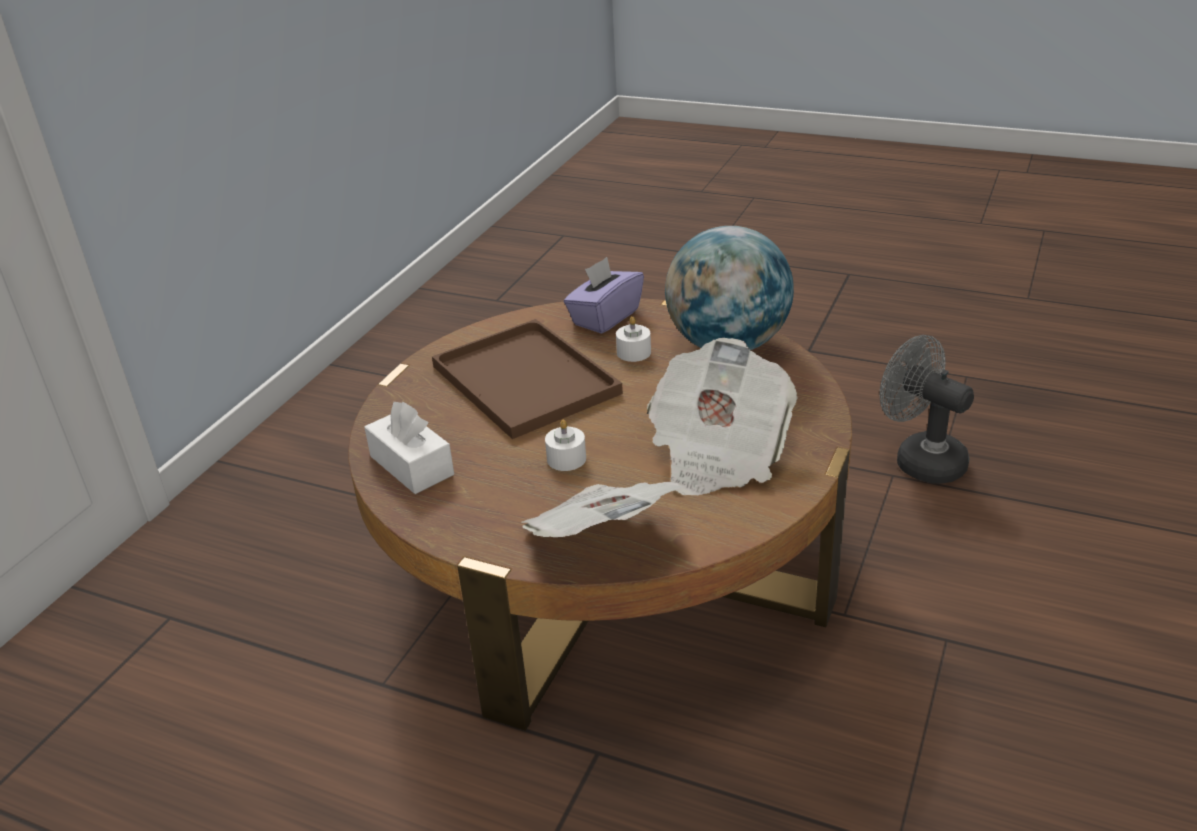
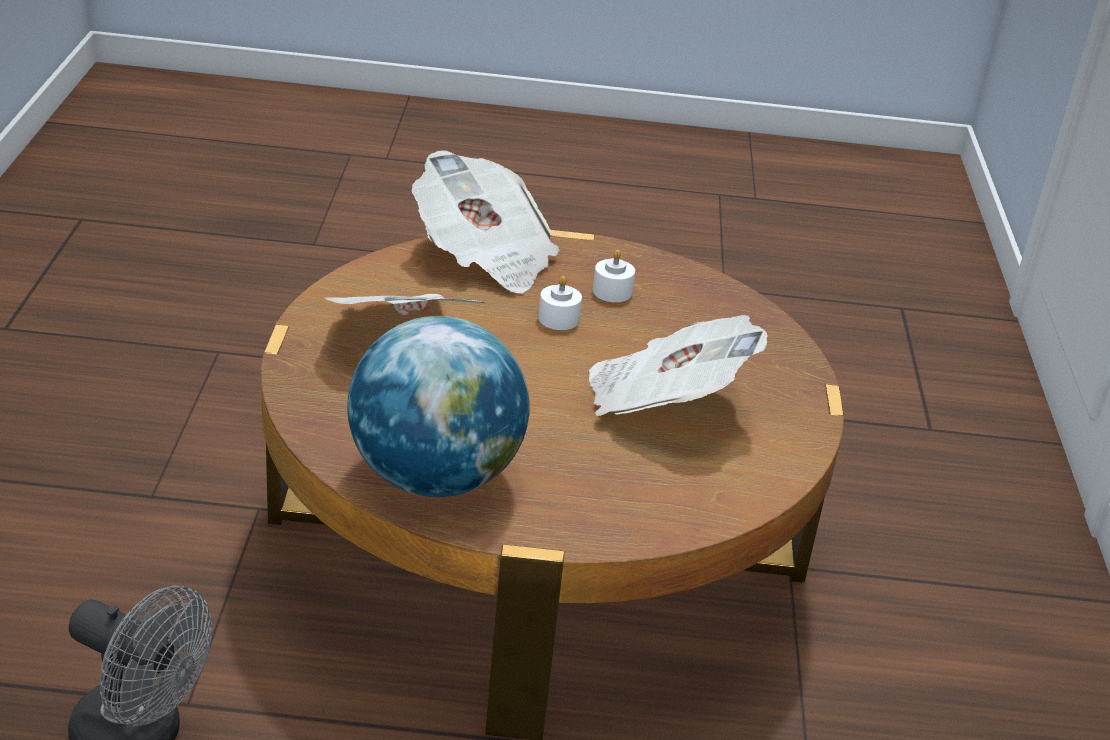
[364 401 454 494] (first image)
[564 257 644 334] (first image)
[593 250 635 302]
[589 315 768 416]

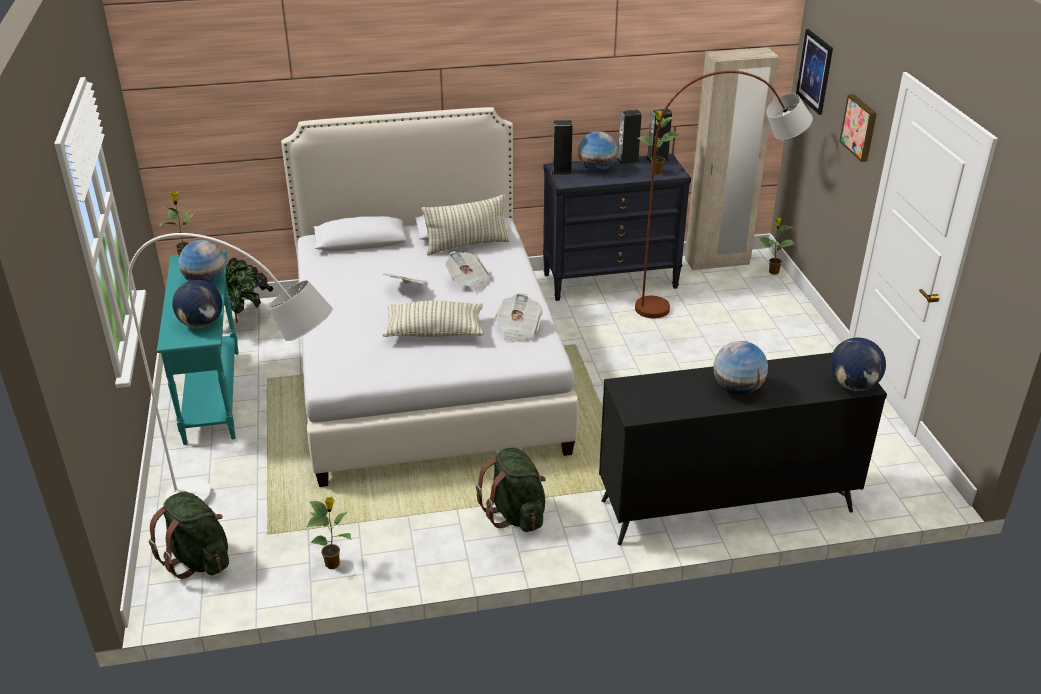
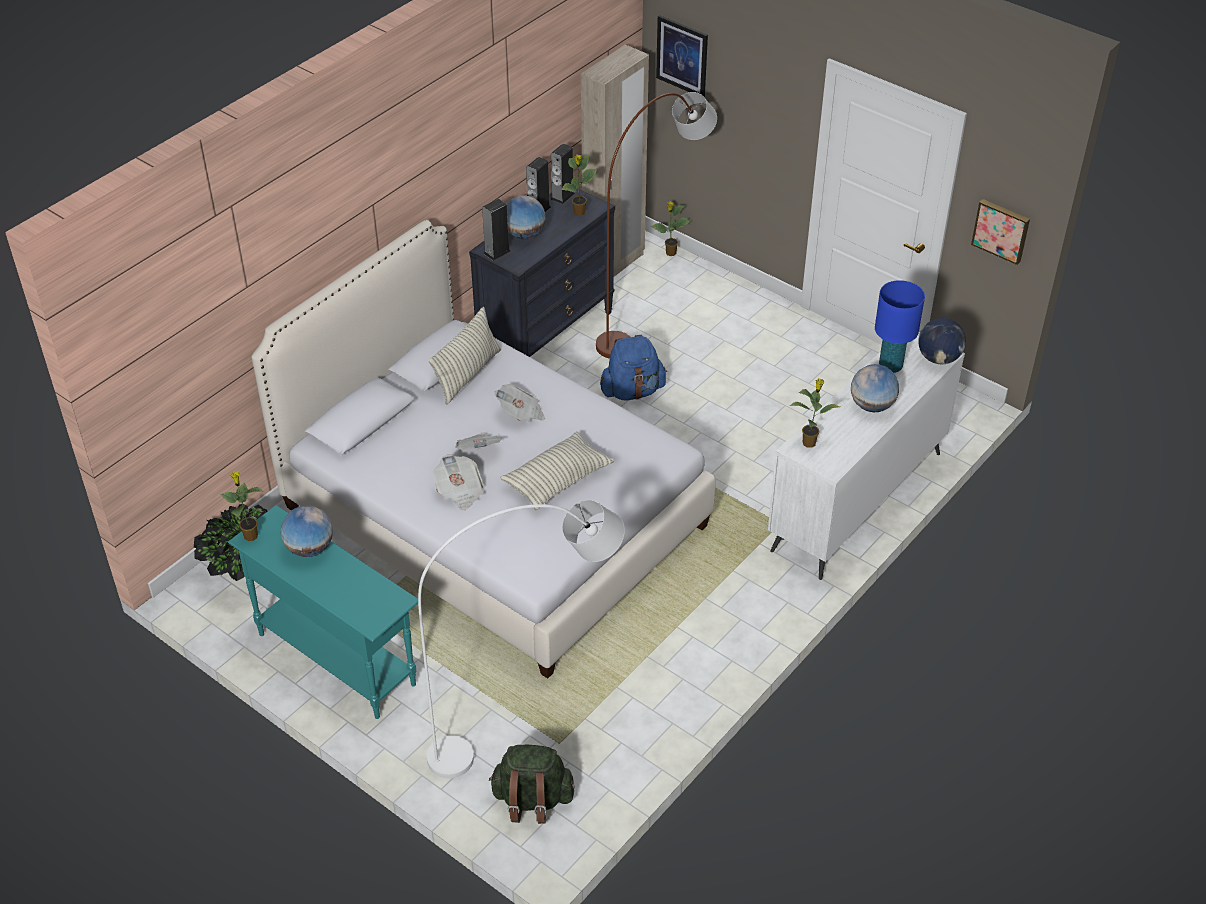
[172 280 222 328] (first image)
[476 447 546 532] (first image)
[600 335 667 400]
[875 280 925 373]
[789 378 840 448]
[433 454 485 510]
[971 199 1030 265]
[768 332 965 580]

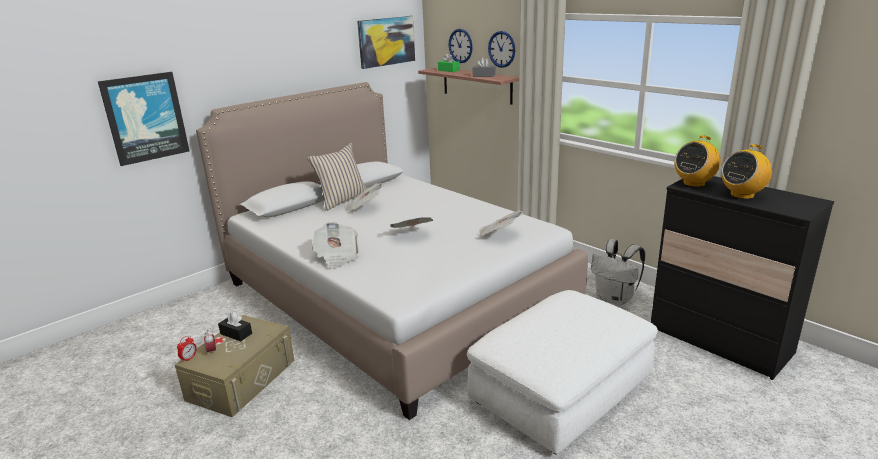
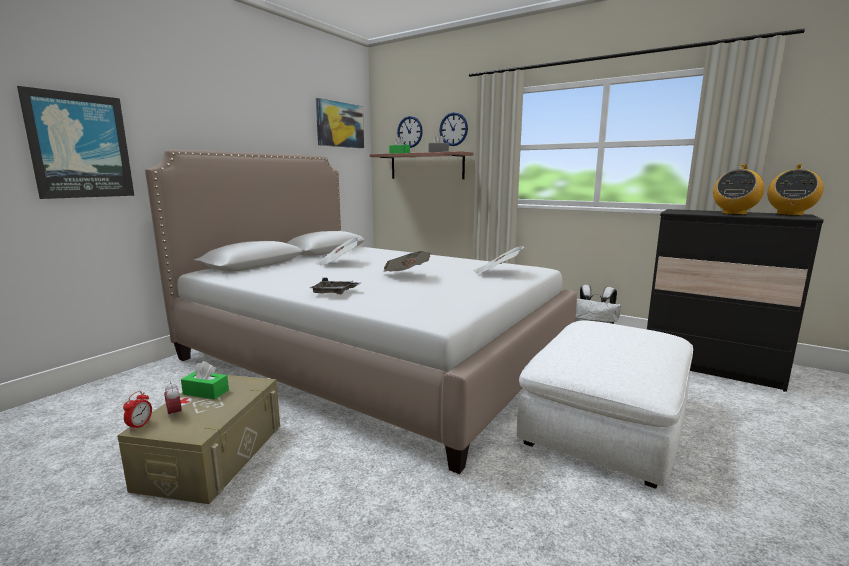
[307 143 367 211] (first image)
[767 164 824 216]
[310 278 362 294]
[181 361 229 400]

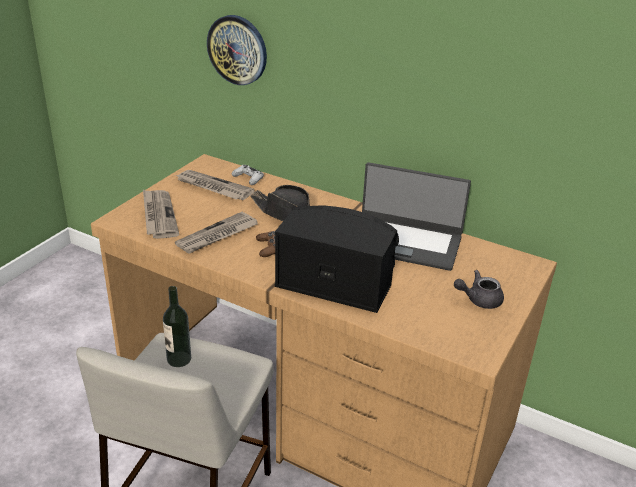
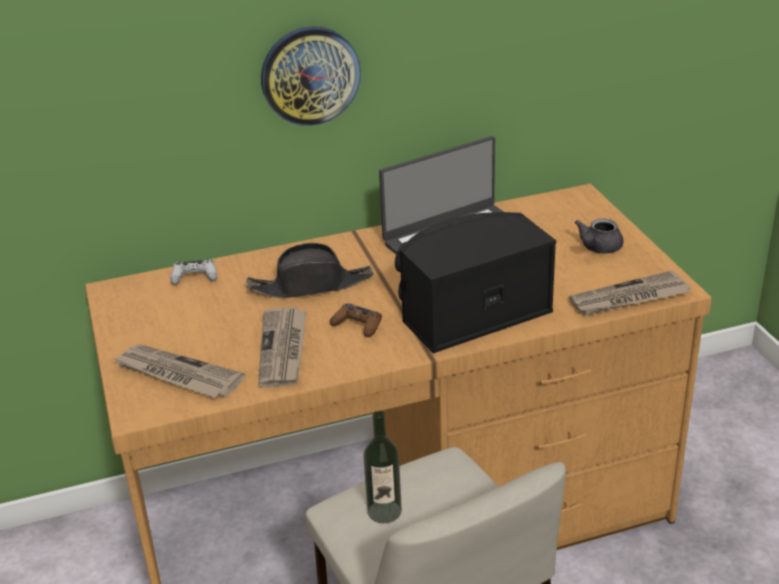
[569 271 691 316]
[261 26 361 126]

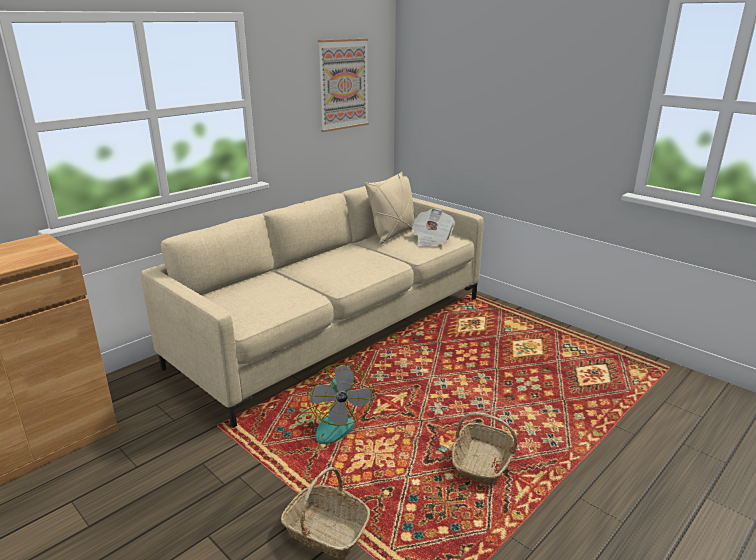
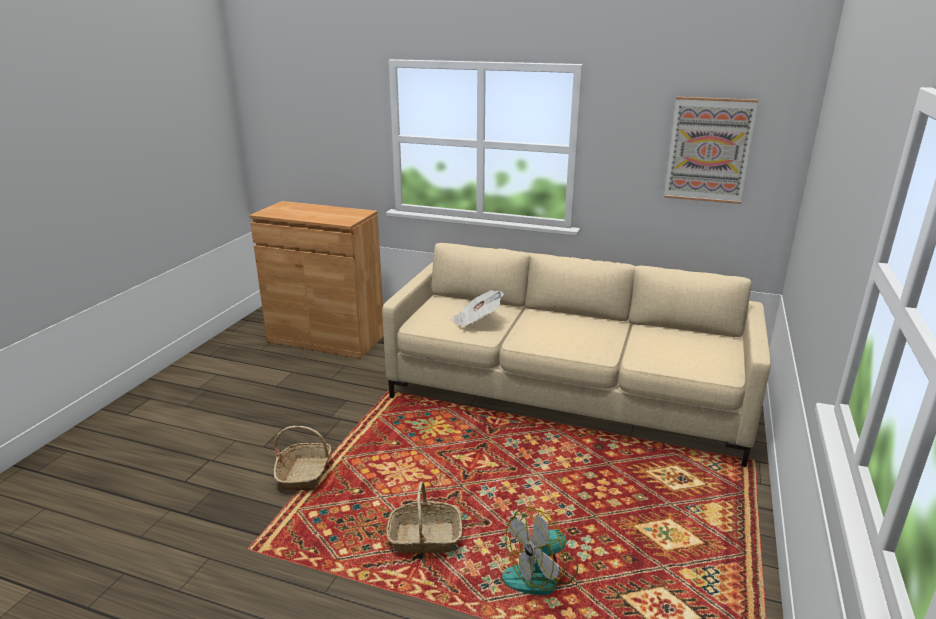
[365 172 415 244] (first image)
[502 507 578 595]
[450 290 504 328]

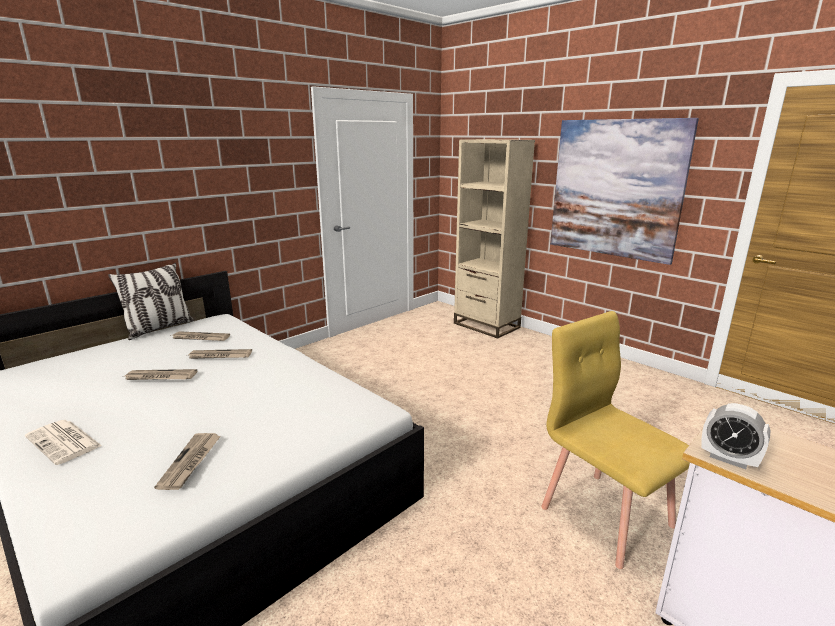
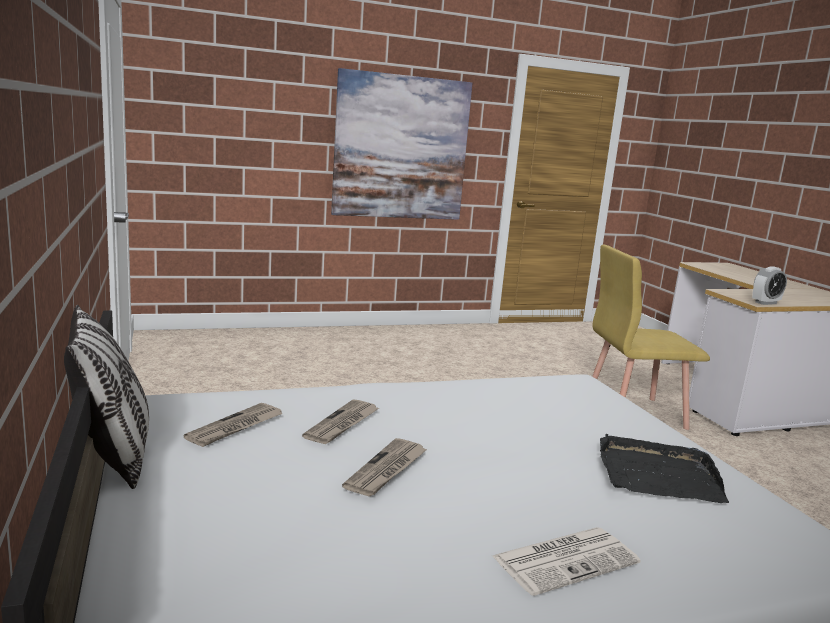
[454 139 535 339] (first image)
[600 434 729 503]

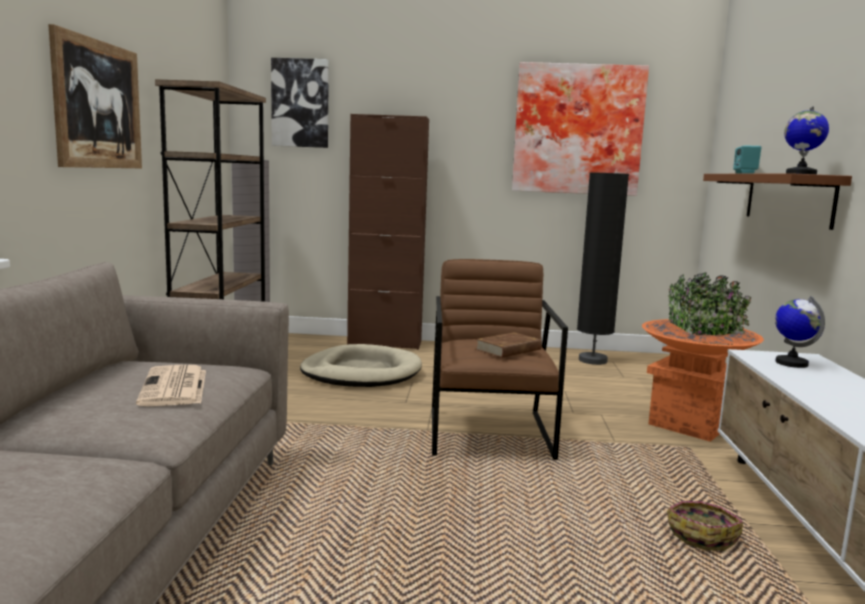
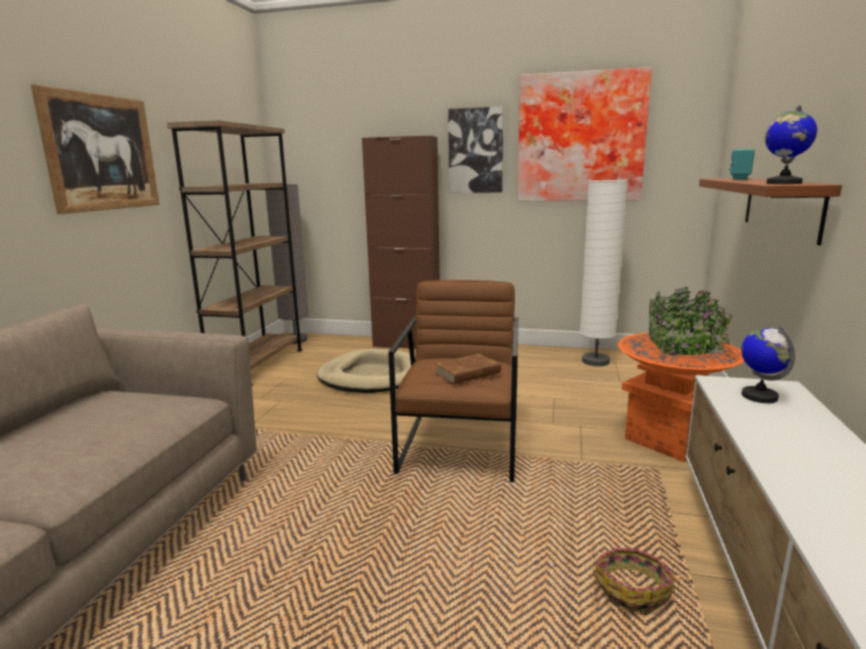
[136 365 206 406] (first image)
[448 106 503 193]
[580 180 628 366]

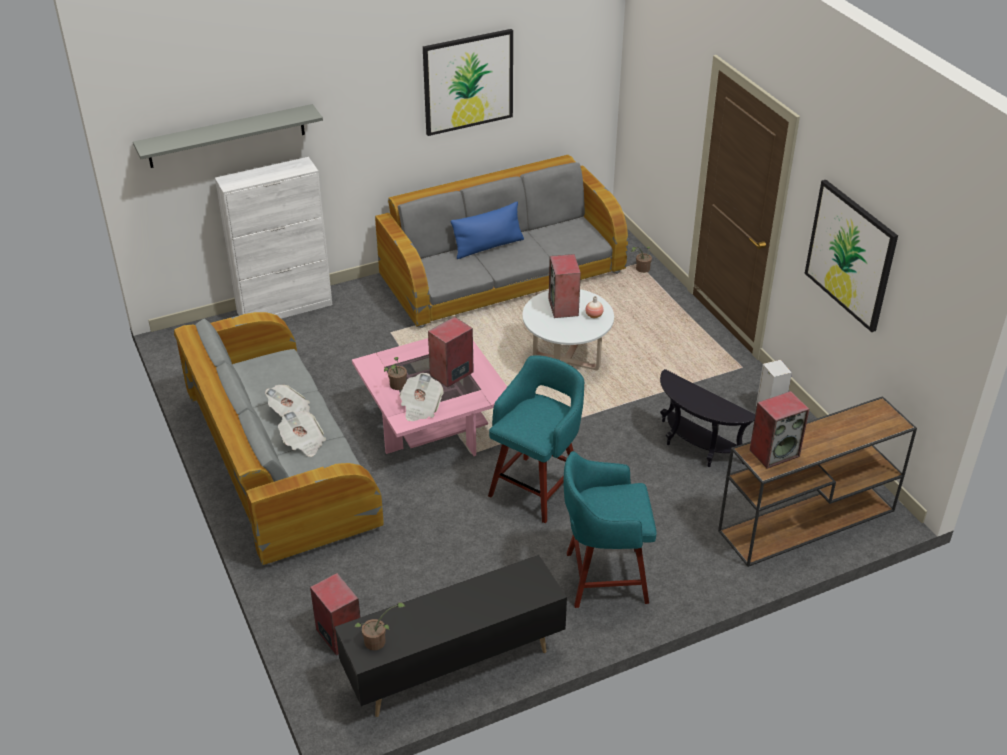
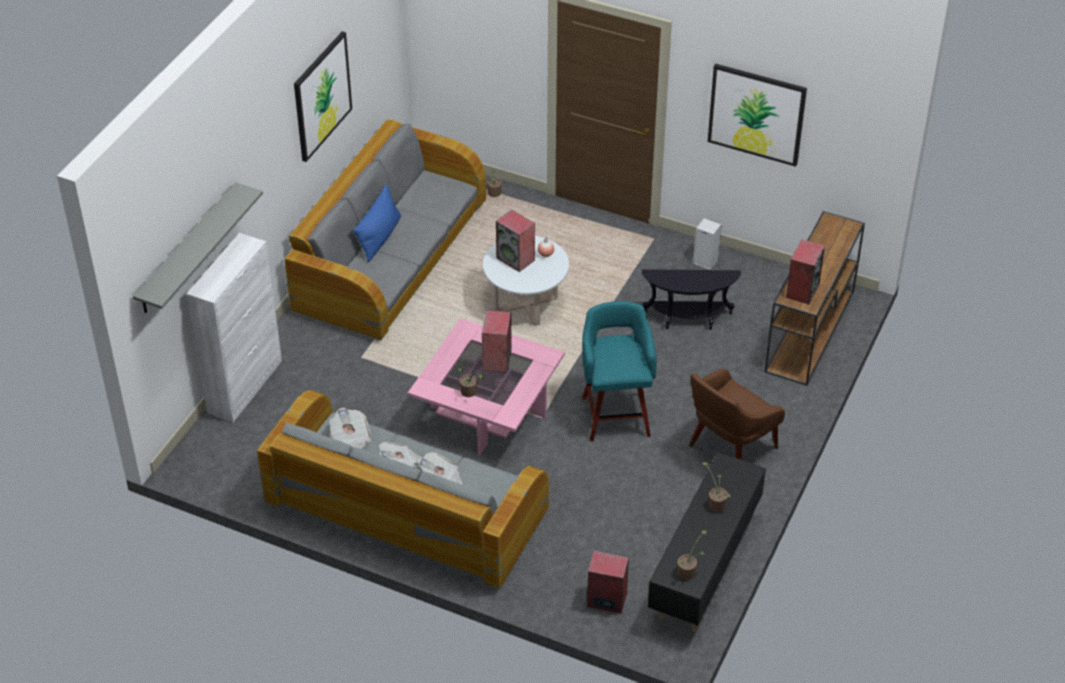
[703 462 731 512]
[329 408 372 449]
[689 369 785 460]

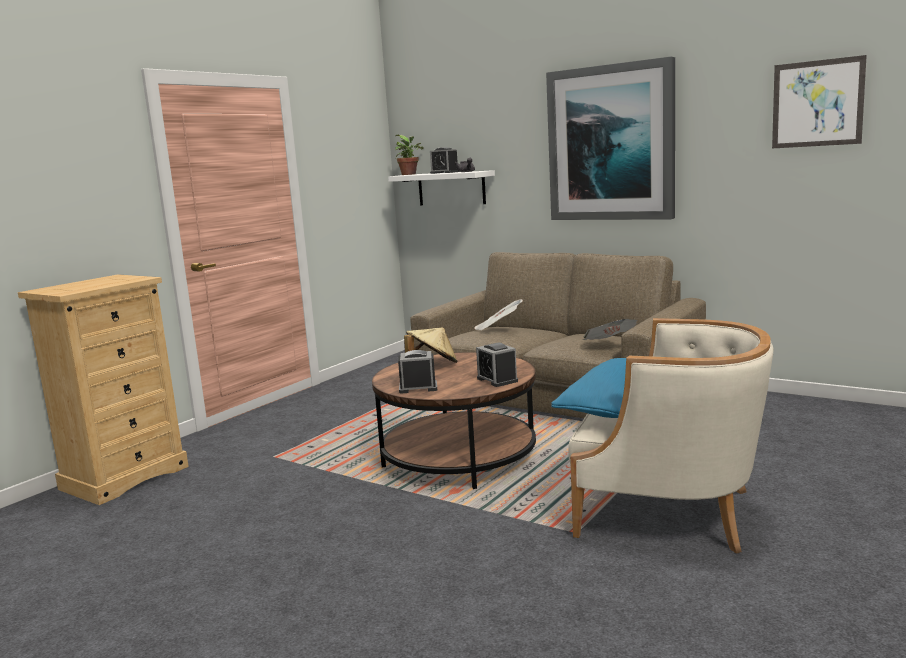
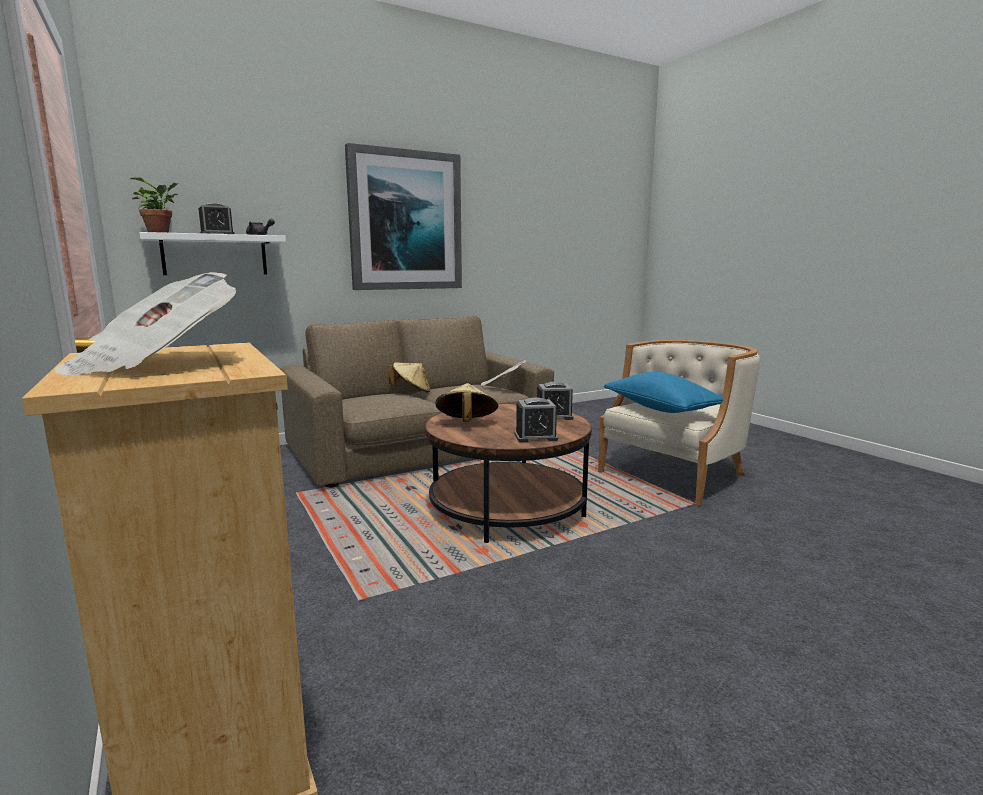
[772 55 867 149] (first image)
[389 362 431 392]
[55 272 236 376]
[515 397 558 442]

